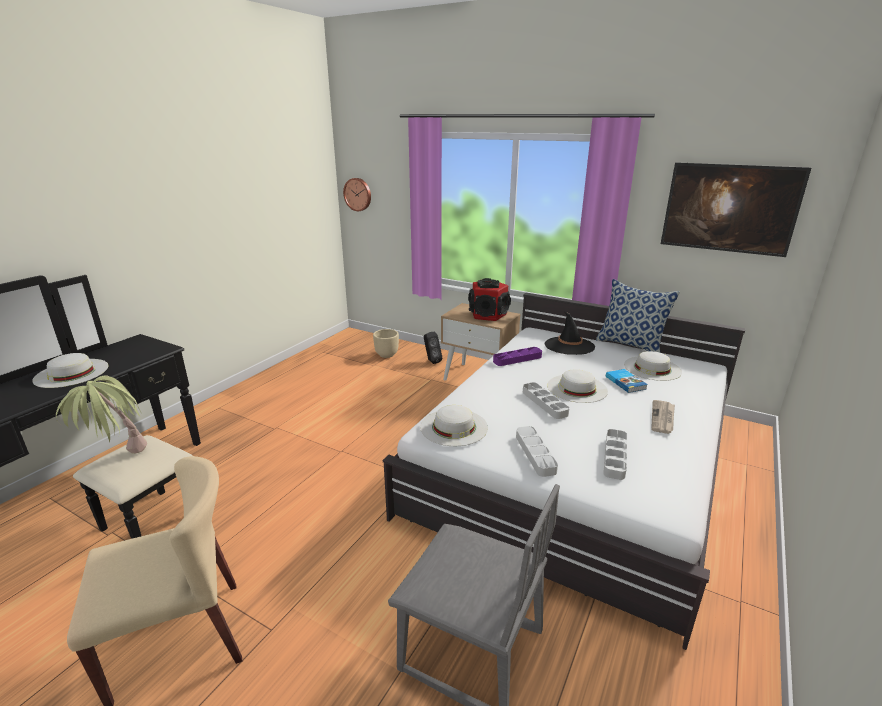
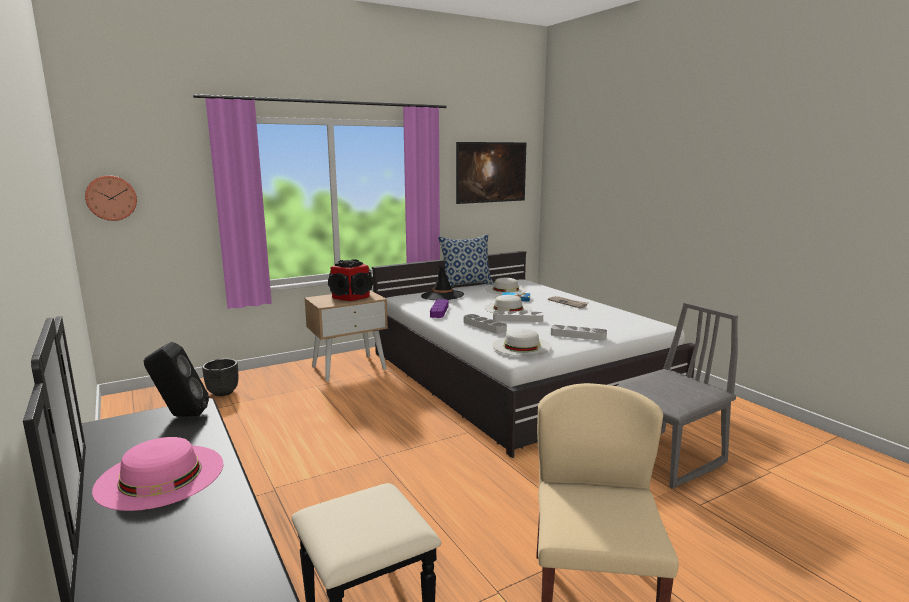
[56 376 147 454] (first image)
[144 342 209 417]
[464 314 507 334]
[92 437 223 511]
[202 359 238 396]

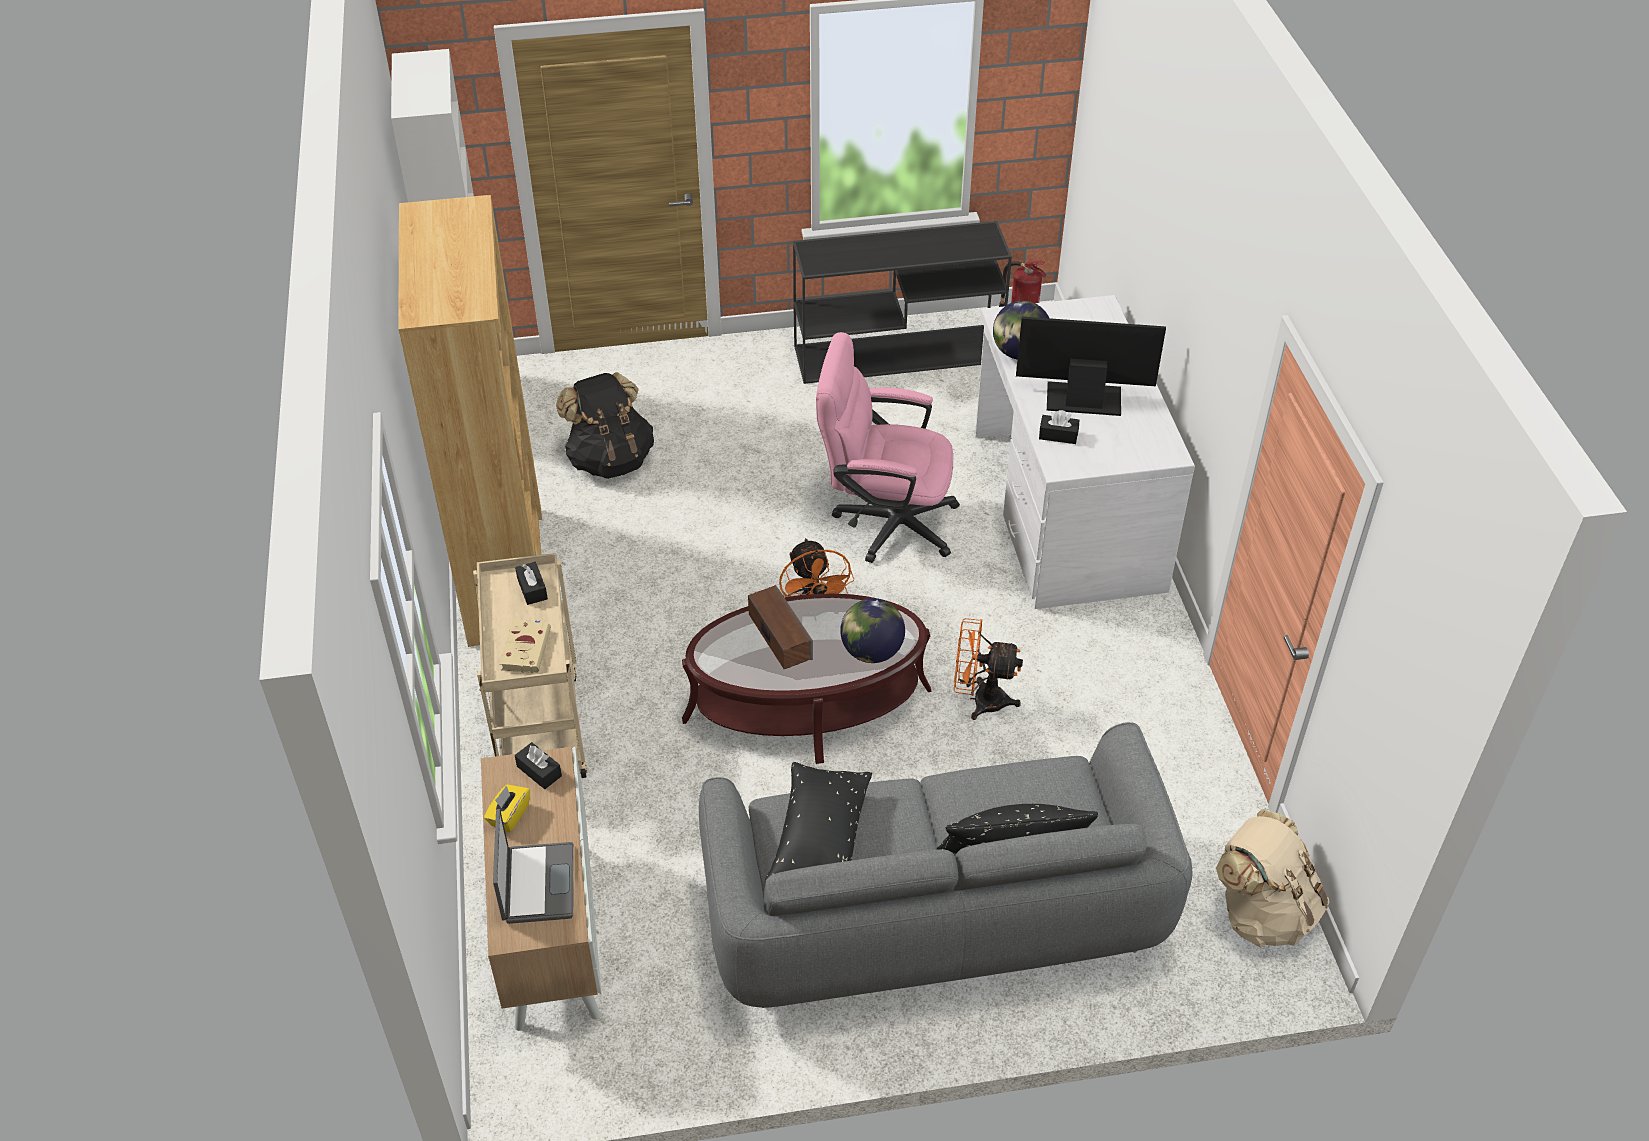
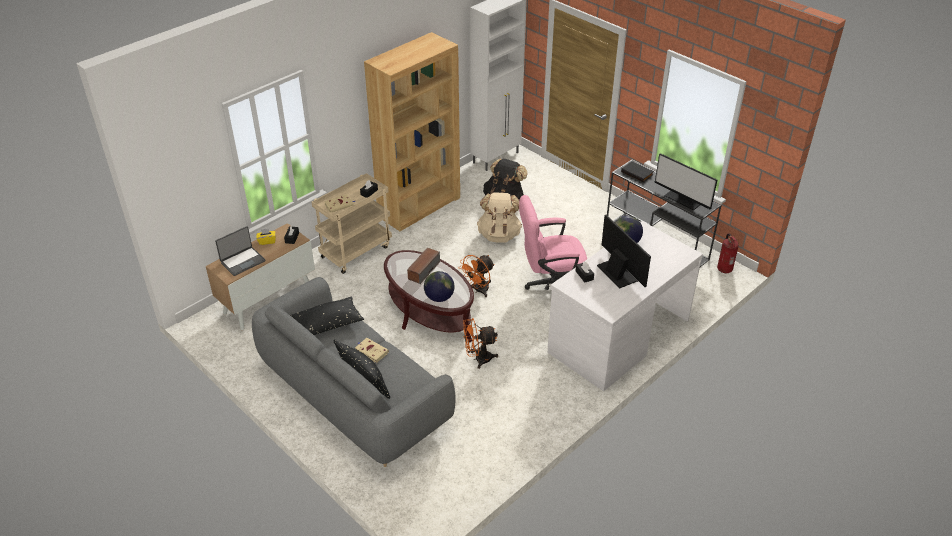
[355 338 389 363]
[621 161 654 182]
[655 153 717 211]
[477 192 522 243]
[519 195 587 290]
[463 318 498 369]

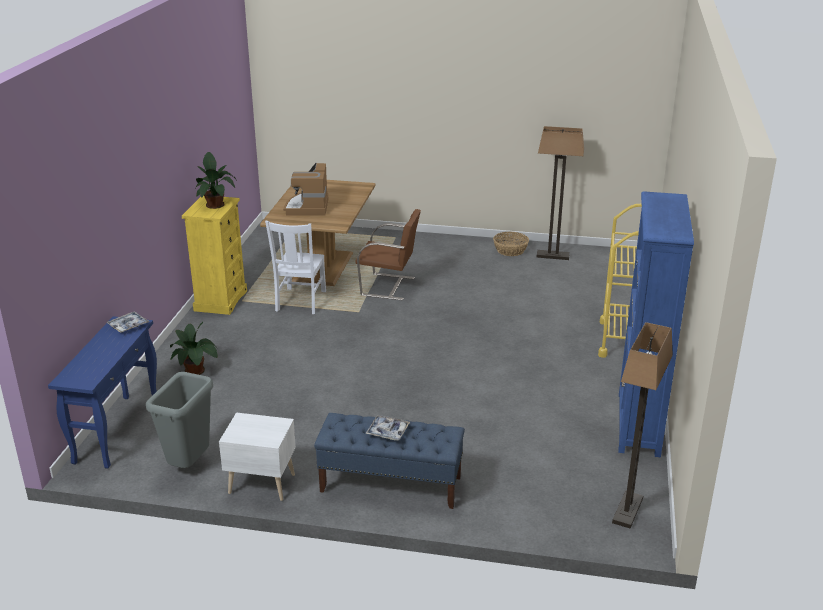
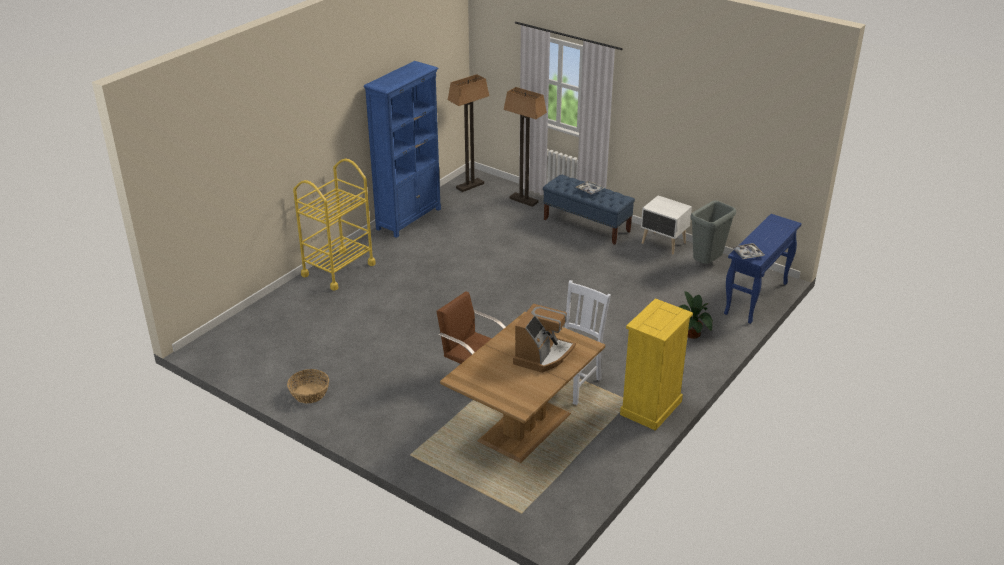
[194 152 236 209] (first image)
[503 87 547 207]

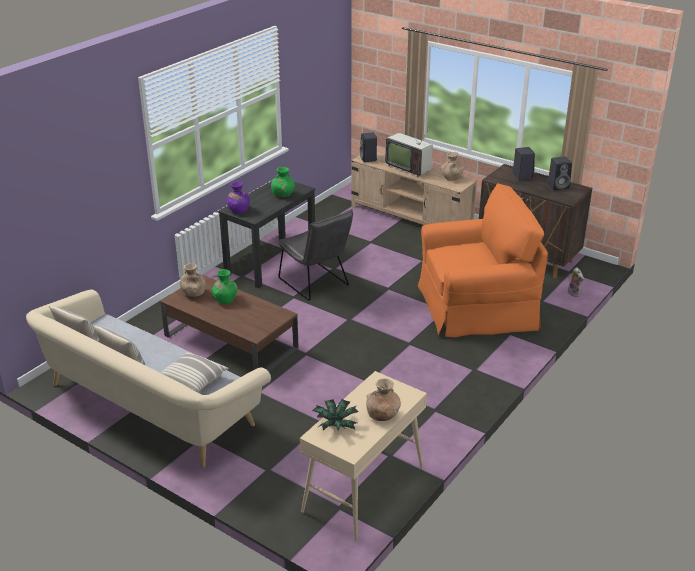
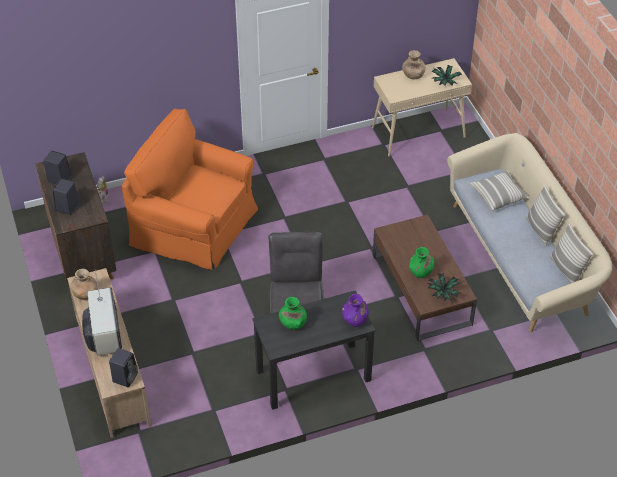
[428 273 460 302]

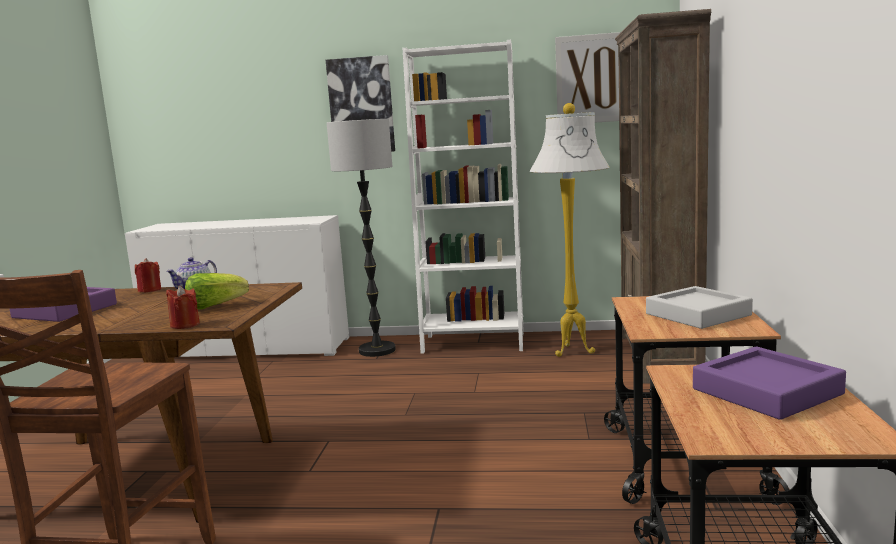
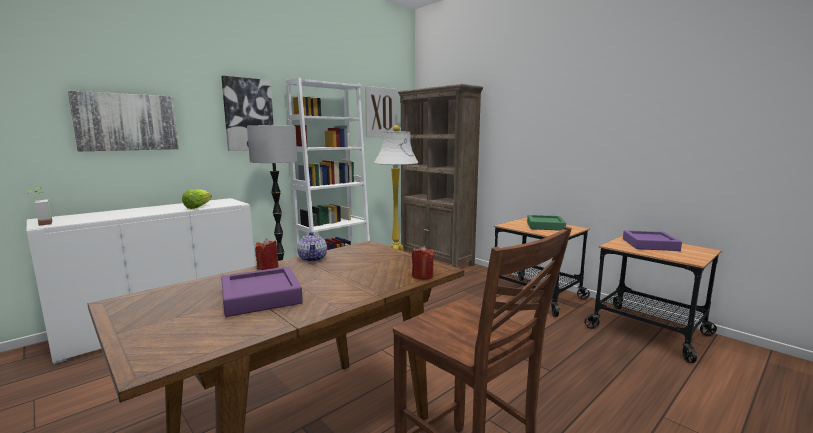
[23 188 52 226]
[68 91 179 151]
[182 189 212 209]
[527 215 566 231]

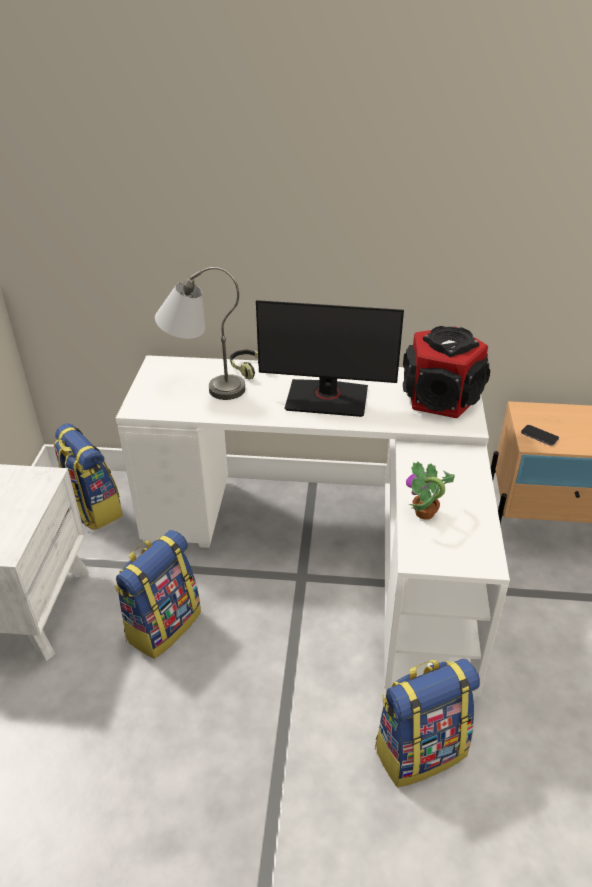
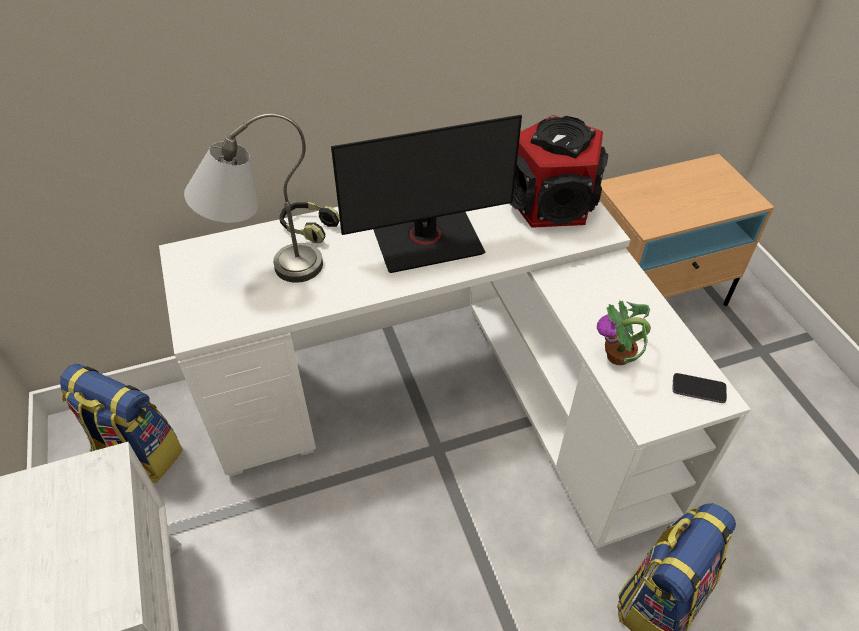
[114 530 201 659] (first image)
[672 373 727 403]

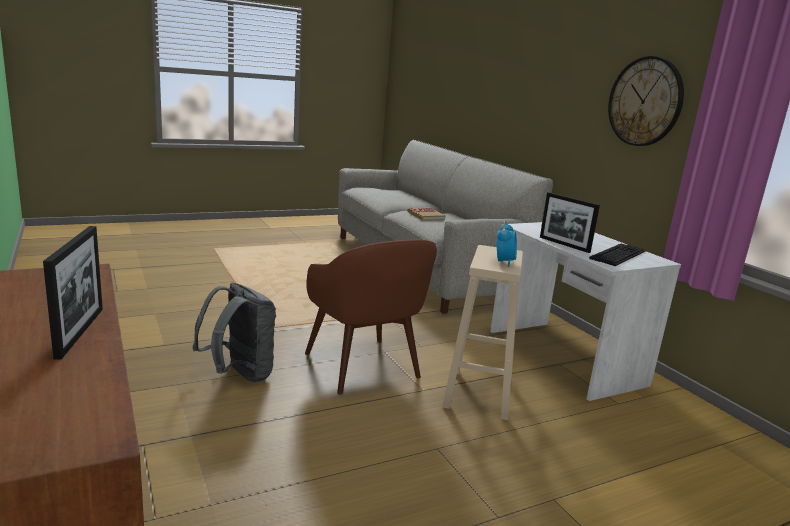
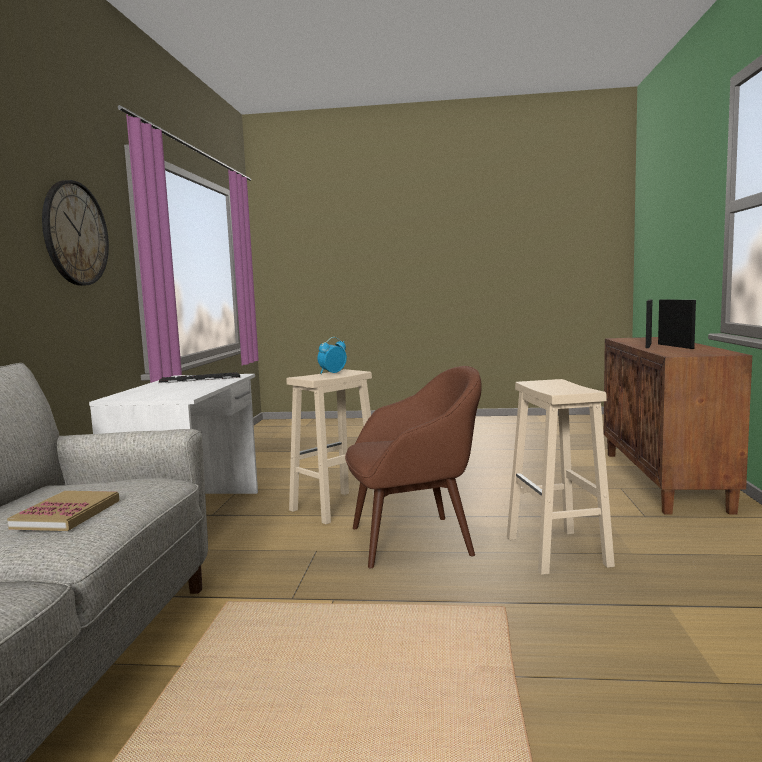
[658 299 696 349]
[507 379 615 575]
[345 366 482 568]

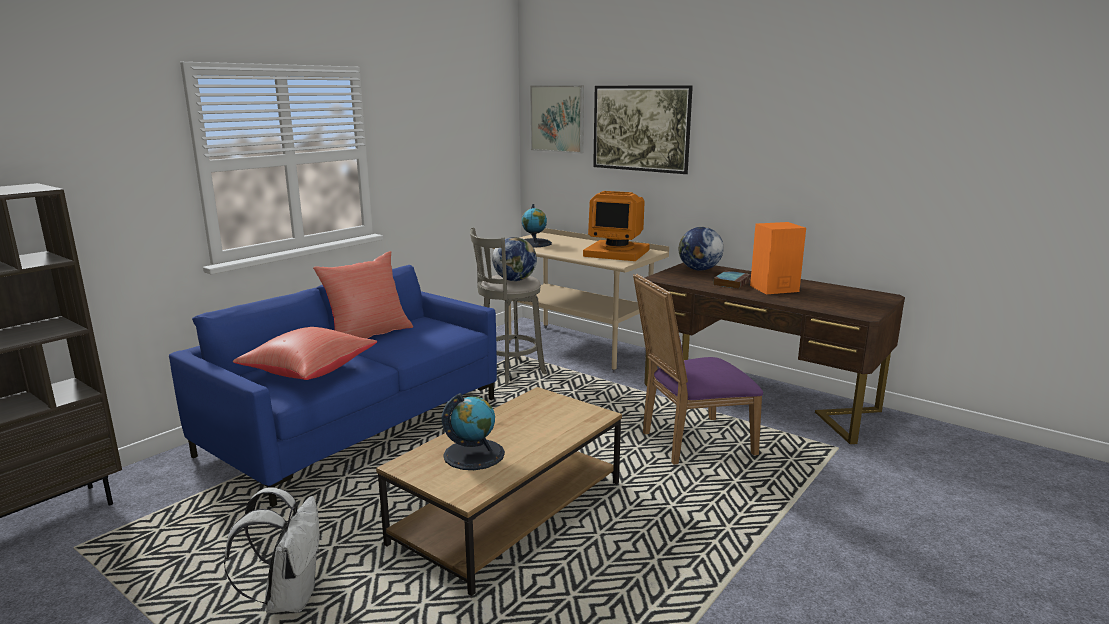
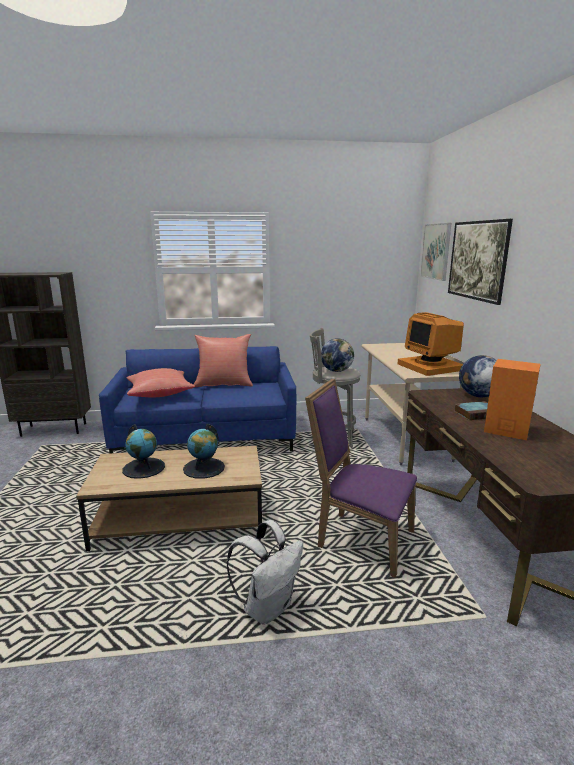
[227 520 303 625]
[183 424 225 479]

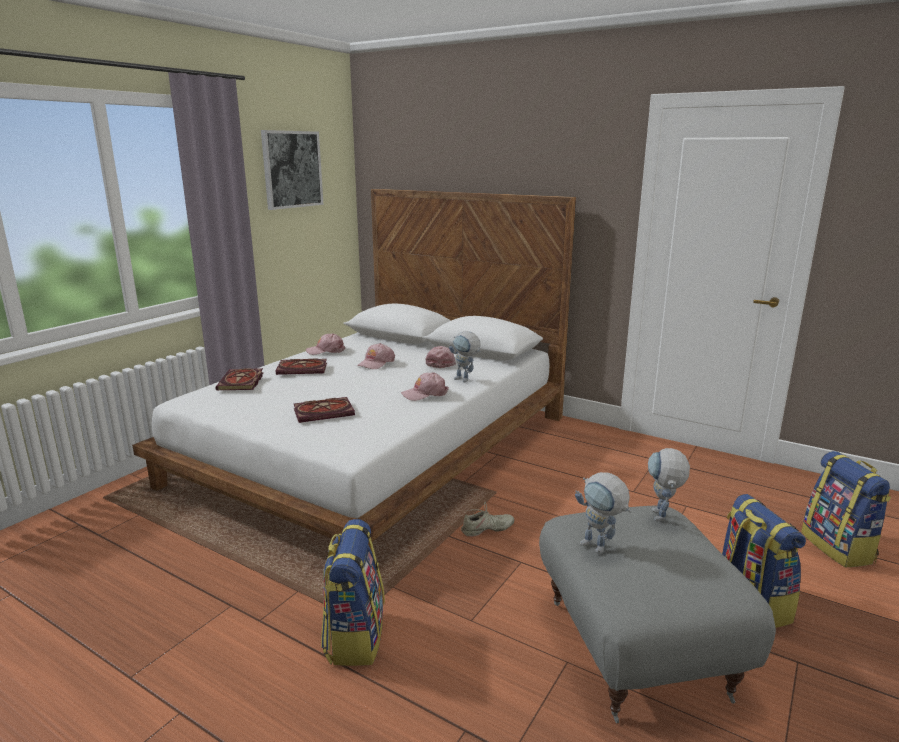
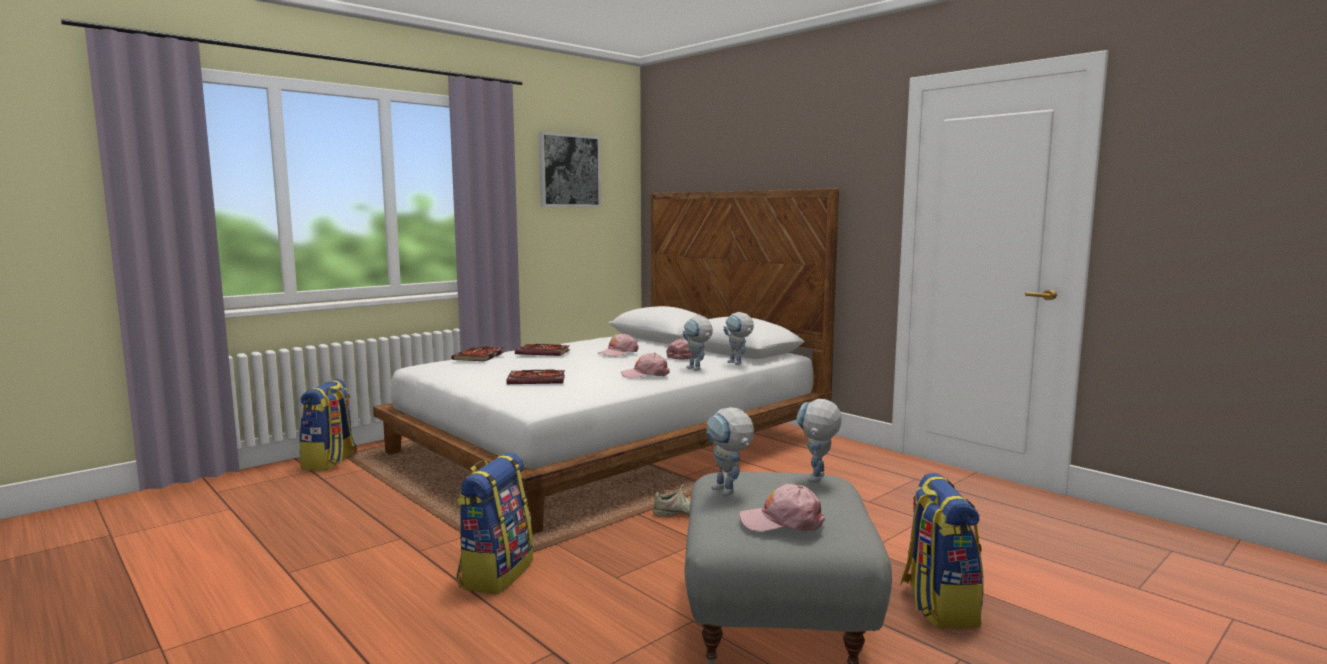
[723 312 754 365]
[739 484 825 531]
[299 379 357 471]

